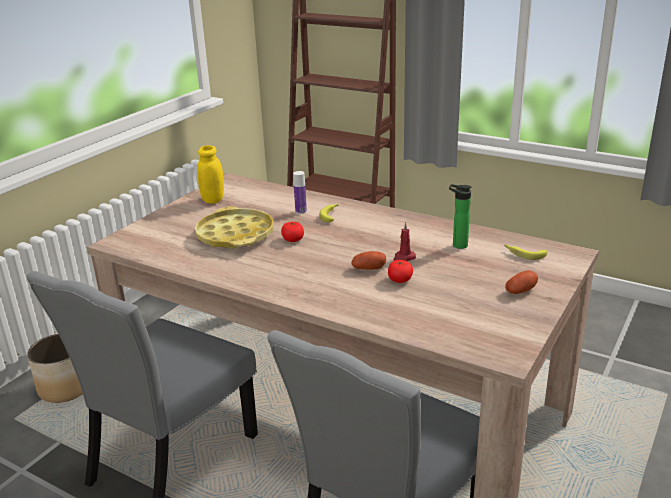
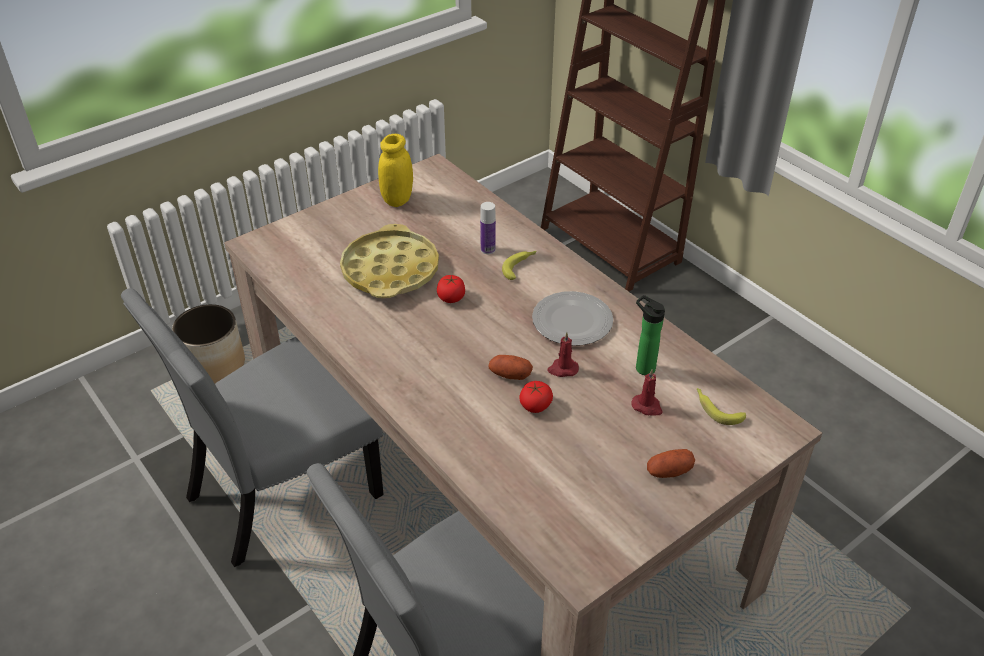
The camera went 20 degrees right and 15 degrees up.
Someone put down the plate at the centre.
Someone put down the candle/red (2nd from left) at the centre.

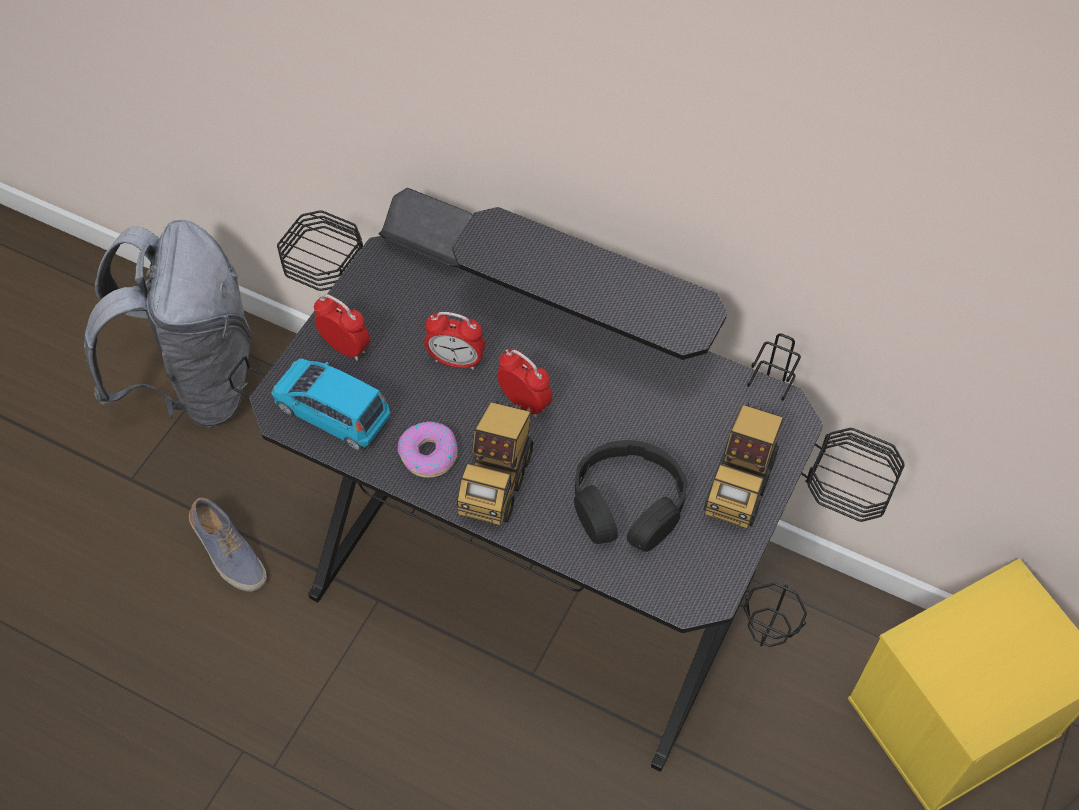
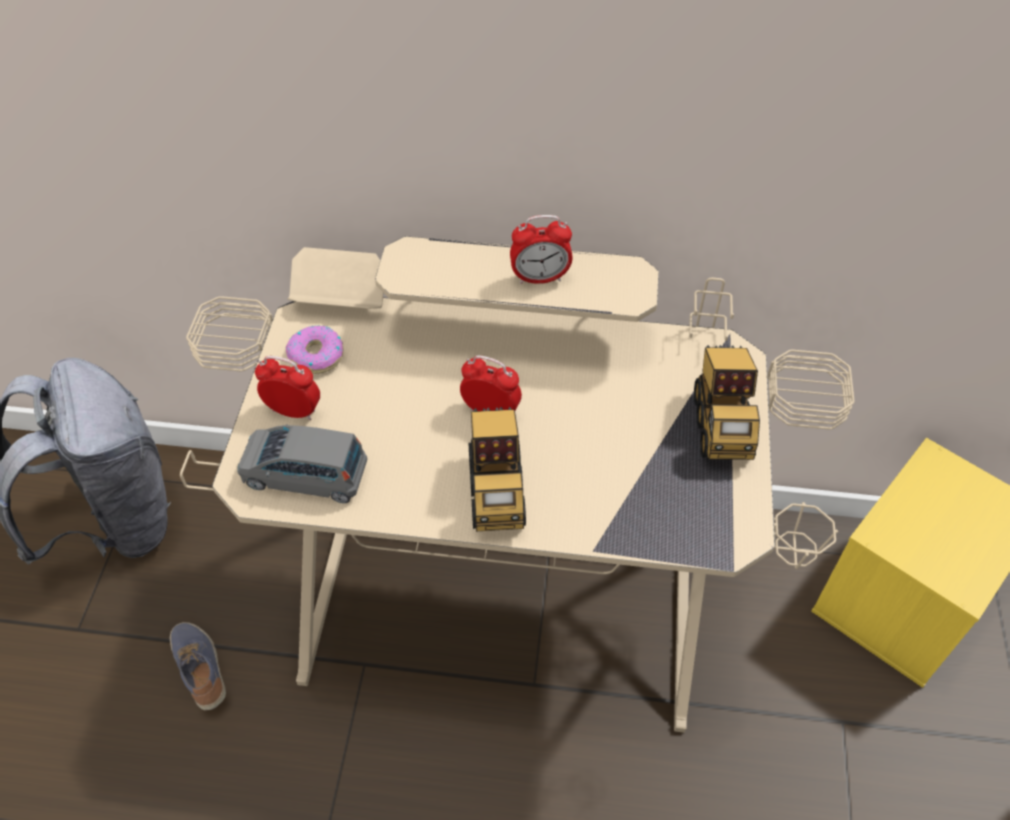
The camera went 20 degrees left and 5 degrees down.
Someone rotated the shoe at the bottom left by 150 degrees counterclockwise.
Someone repainted the desk/black at the centre, which became the desk/beige at the centre.
Someone repainted the toy car/blue at the middle left, which became the toy car/grey at the middle left.
Someone carried the donut from the centre to the middle left.
Someone carried the alarm clock (2nd from left in the first image) from the centre to the top centre.
Someone took away the headphones/black at the centre.

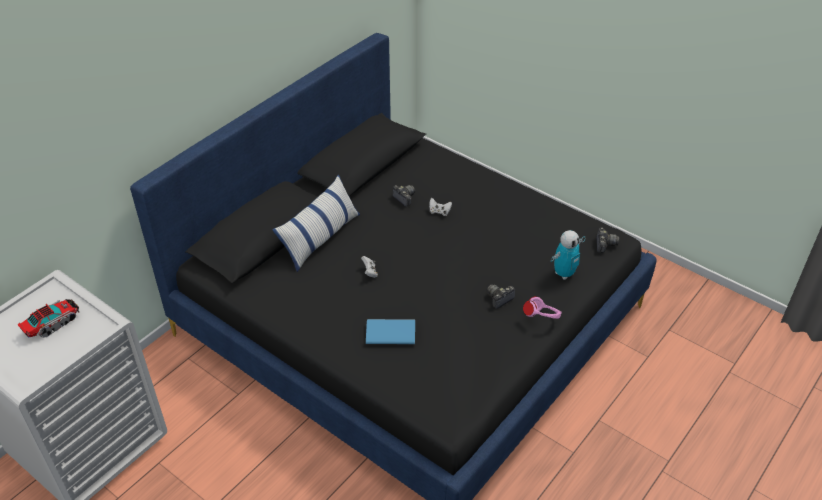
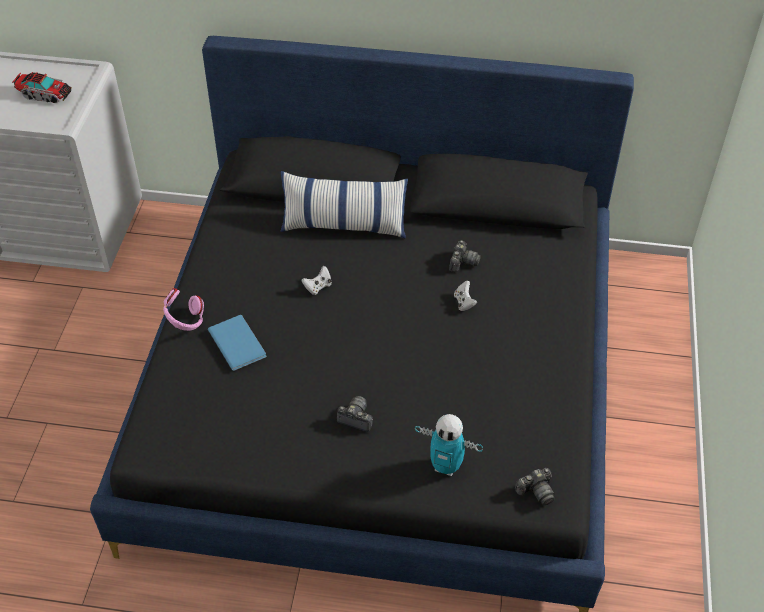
The camera went 60 degrees right and 5 degrees up.
Someone carried the headphones/pink from the centre to the middle left.

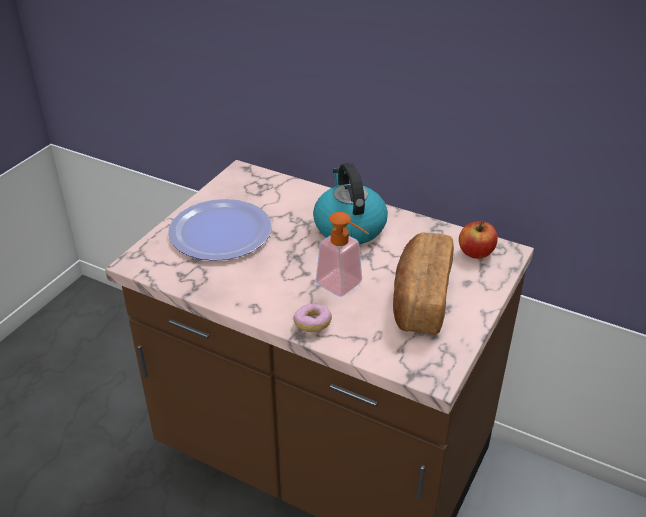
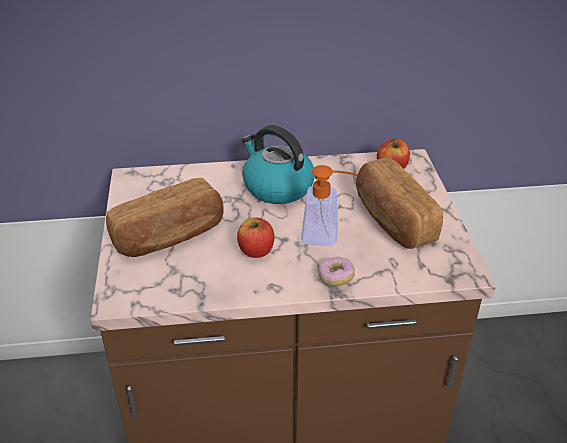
The camera went 35 degrees left and 0 degrees up.
Someone swapped the plate at the centre for the bread (1st from left) at the middle left.
Someone put down the apple (1st from left) at the centre.

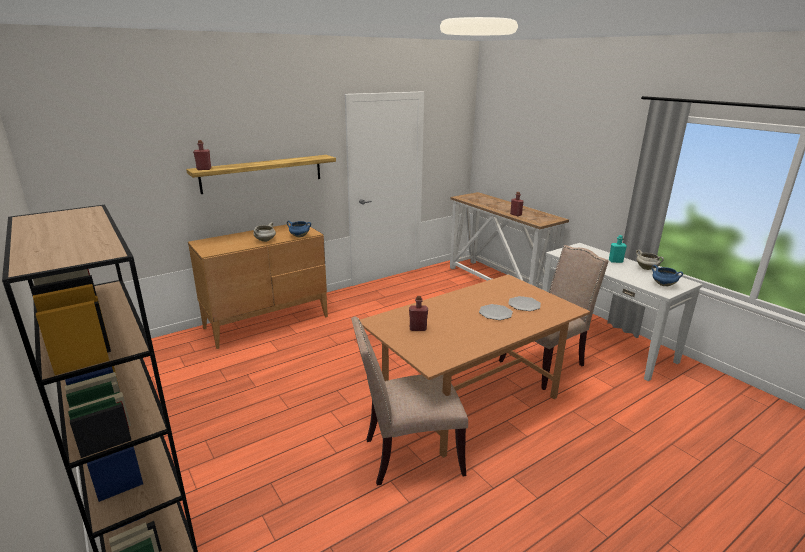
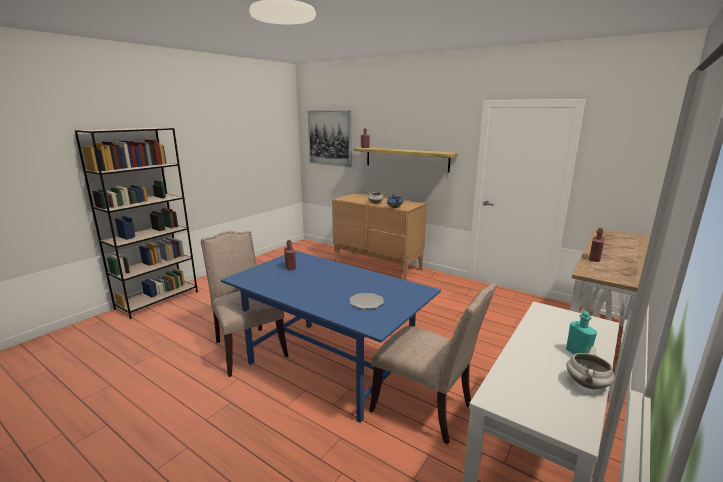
The camera went 70 degrees right and 5 degrees down.
Someone repainted the dining table/brown at the centre, which became the dining table/blue at the bottom centre.
Someone put up the picture at the top centre.
Someone took away the plate (1st from left) at the centre.
Someone took away the cooking pot/blue (2nd from left) at the middle right.

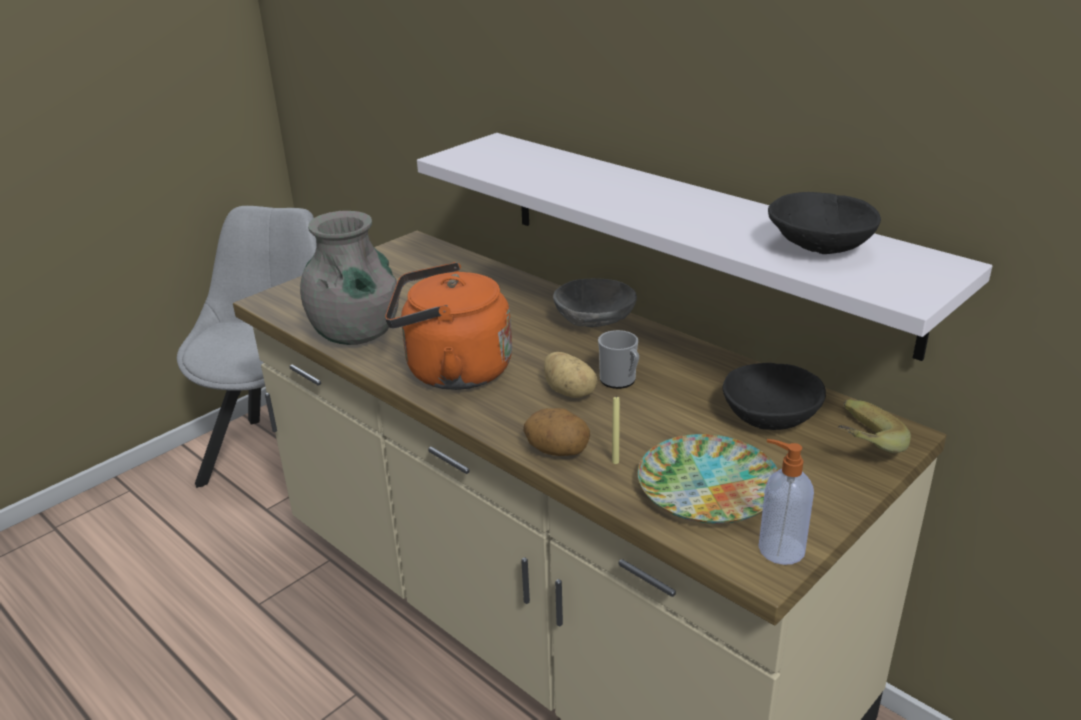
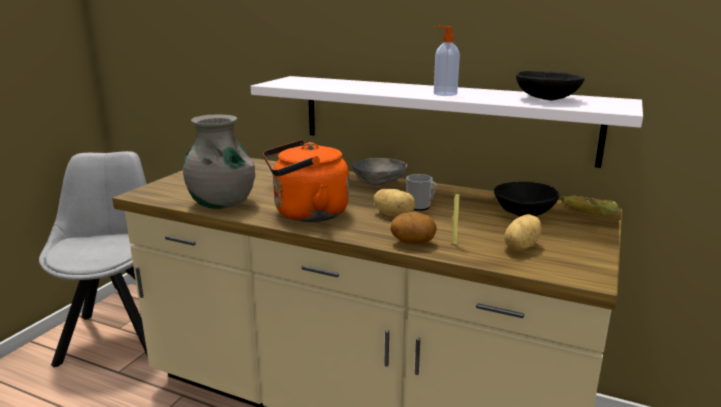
The camera went 20 degrees left and 10 degrees down.
Someone carried the soap dispenser from the bottom right to the top centre.
Someone swapped the plate at the centre for the potato (3rd from left) at the middle right.

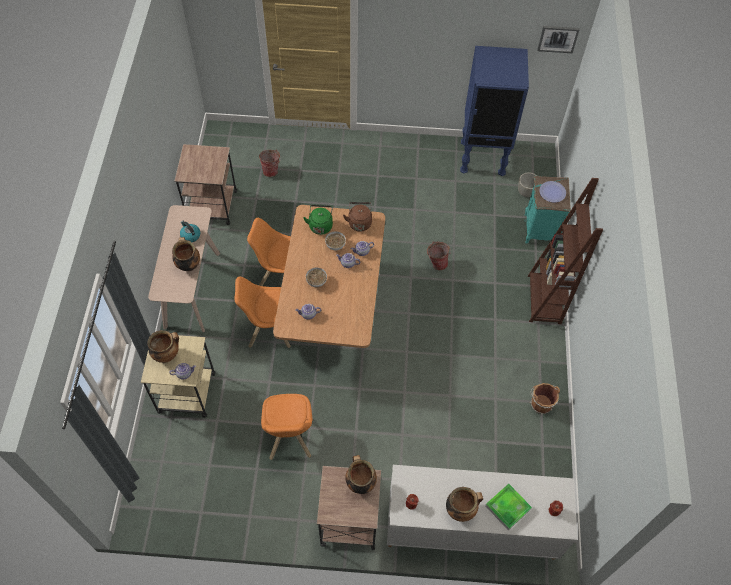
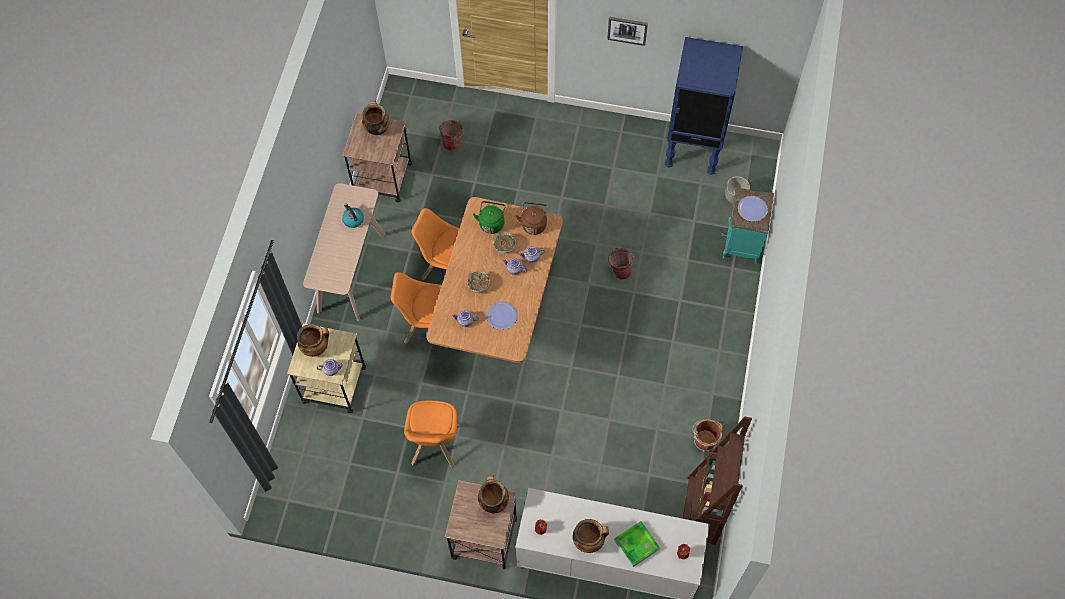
The camera went 10 degrees right and 5 degrees up.
Someone carried the cooking pot (2nd from left) from the middle left to the top centre.
Someone put down the plate (1st from left) at the centre.
Someone carried the picture from the top right to the top centre.
Someone carried the bookcase/brown from the middle right to the bottom right.

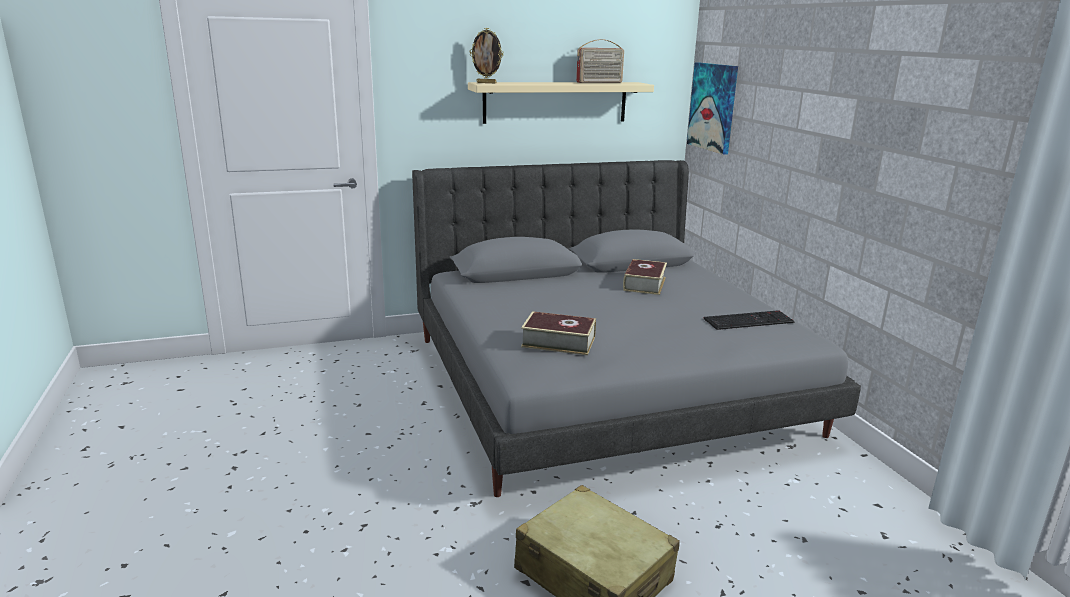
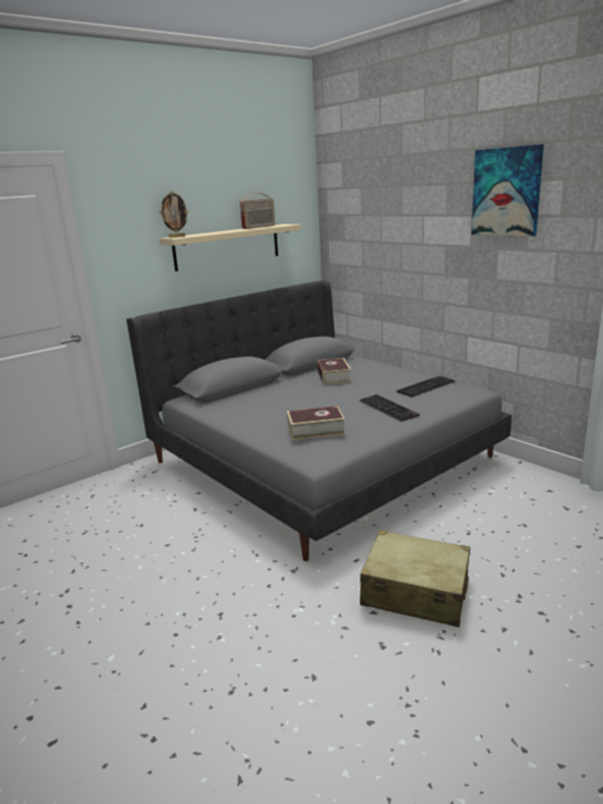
The camera went 20 degrees left and 0 degrees up.
Someone put down the keyboard (1st from left) at the centre.
Someone carried the picture from the top centre to the top right.

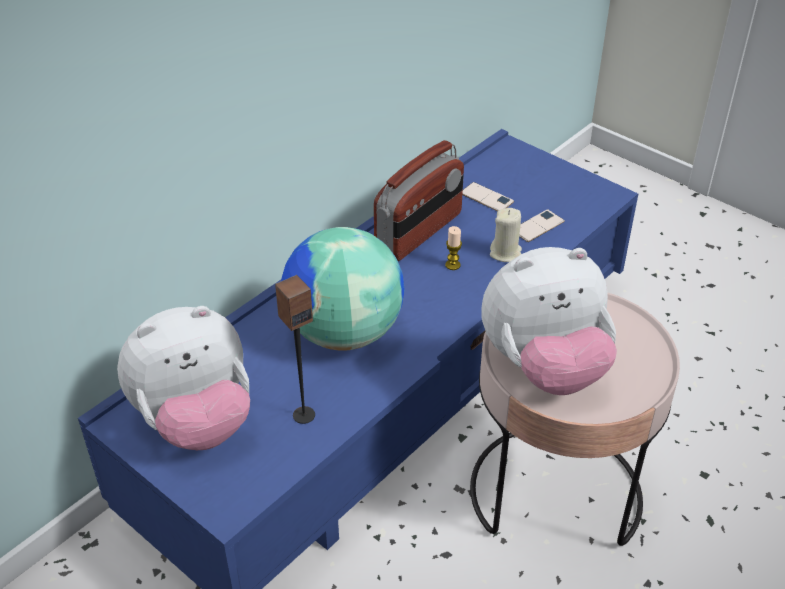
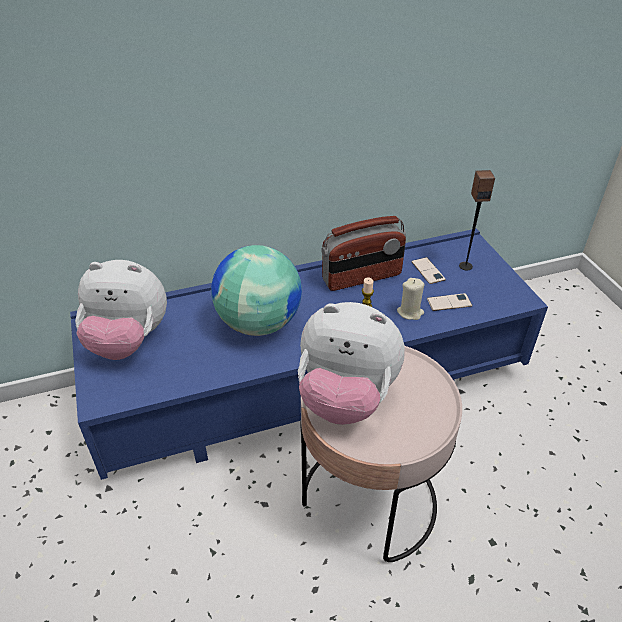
The camera went 30 degrees right and 0 degrees up.
Someone carried the speaker from the centre to the middle right.

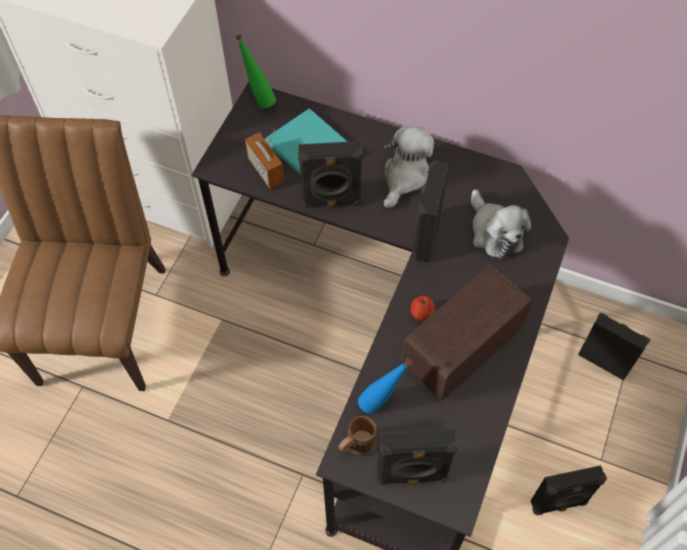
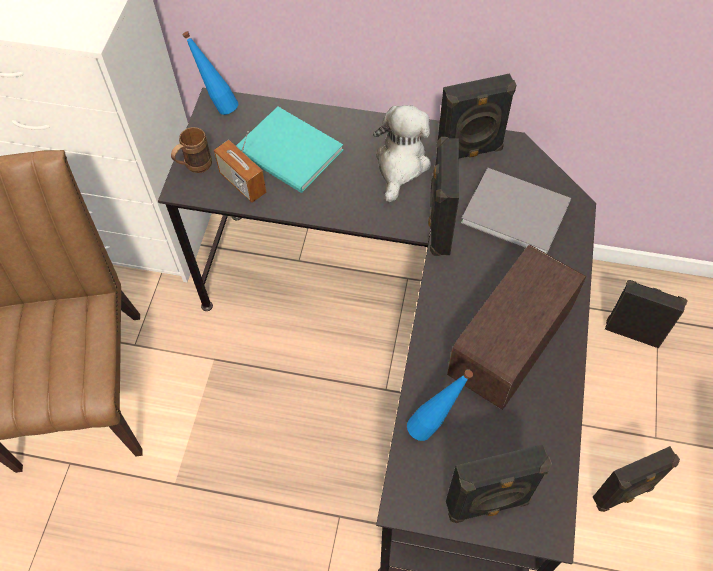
The camera went 10 degrees left and 0 degrees up.
Someone carried the mug/brown from the bottom centre to the top left.
Someone repainted the bottle/green at the top centre, which became the bottle/blue (1st from left) at the top left.
Someone carried the speaker/black (1st from left in the first image) from the top centre to the top right.
Someone swapped the plush toy (2nd from left) at the middle right for the book/grey at the middle right.
Someone took away the apple at the centre.

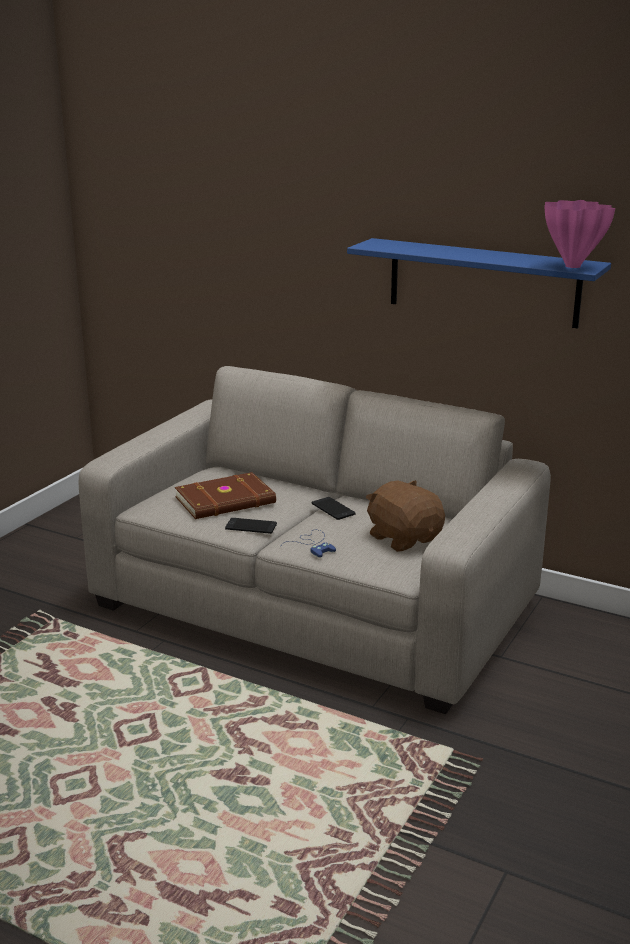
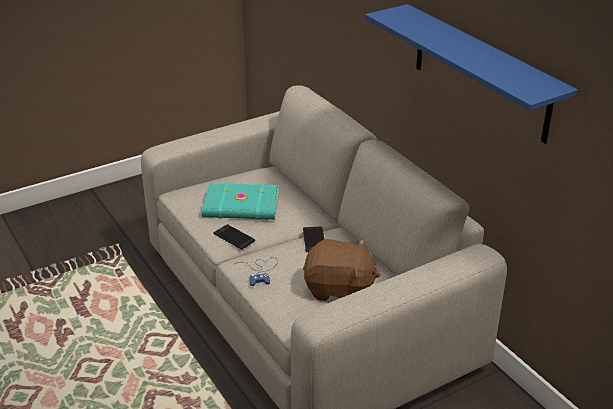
The camera went 30 degrees right and 10 degrees up.
Someone repainted the book/brown at the centre, which became the book/turquoise at the centre.
Someone rotated the plush toy/brown at the centre by 105 degrees clockwise.
Someone took away the vase/pink at the top right.

